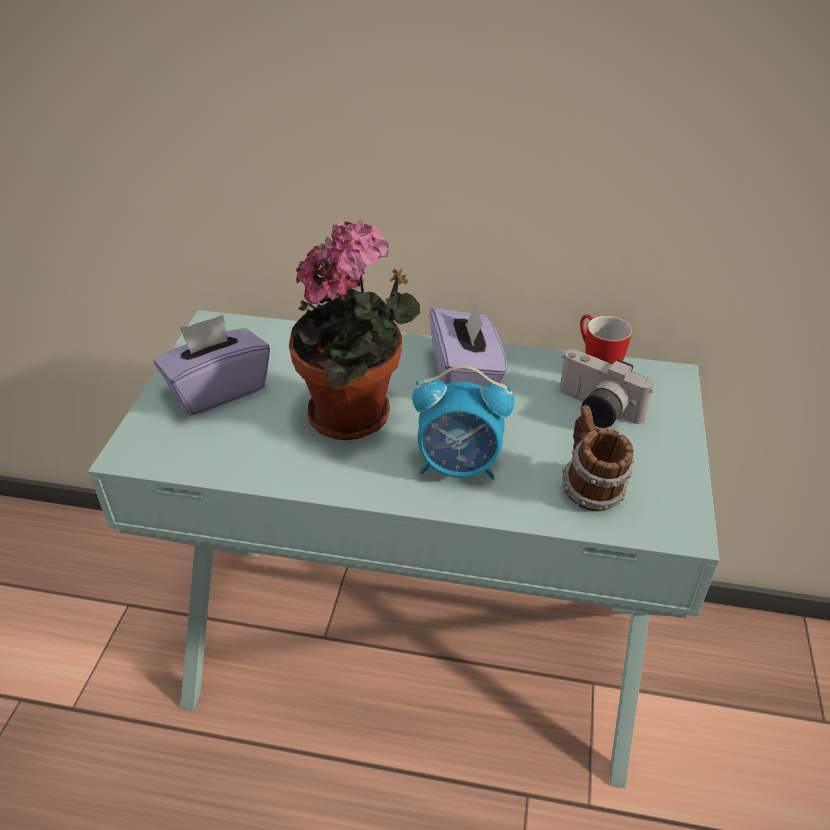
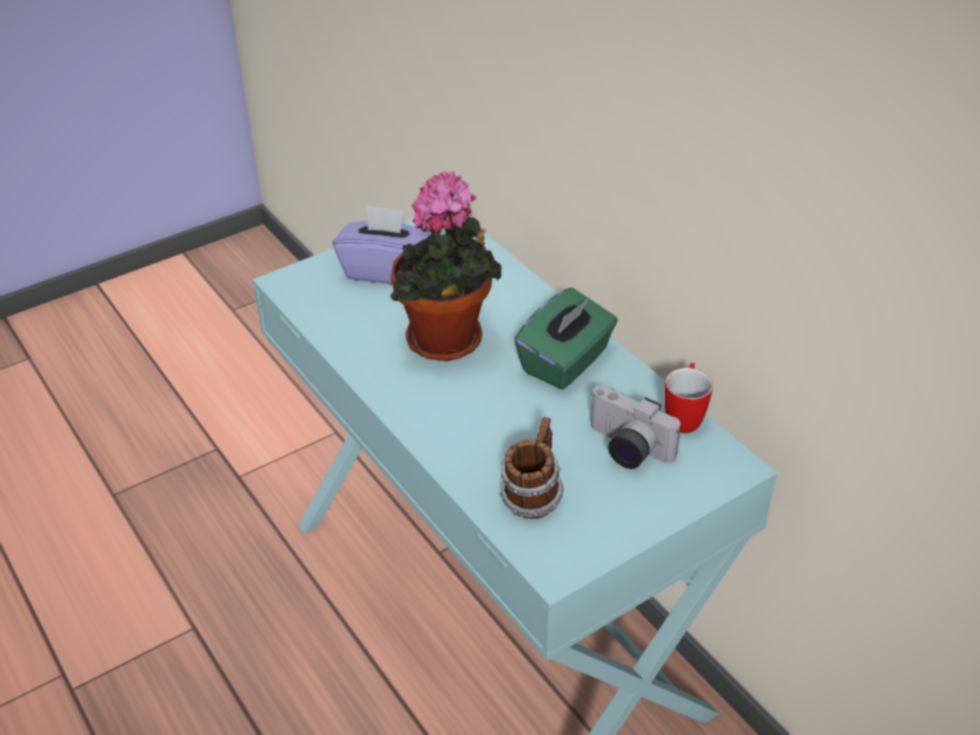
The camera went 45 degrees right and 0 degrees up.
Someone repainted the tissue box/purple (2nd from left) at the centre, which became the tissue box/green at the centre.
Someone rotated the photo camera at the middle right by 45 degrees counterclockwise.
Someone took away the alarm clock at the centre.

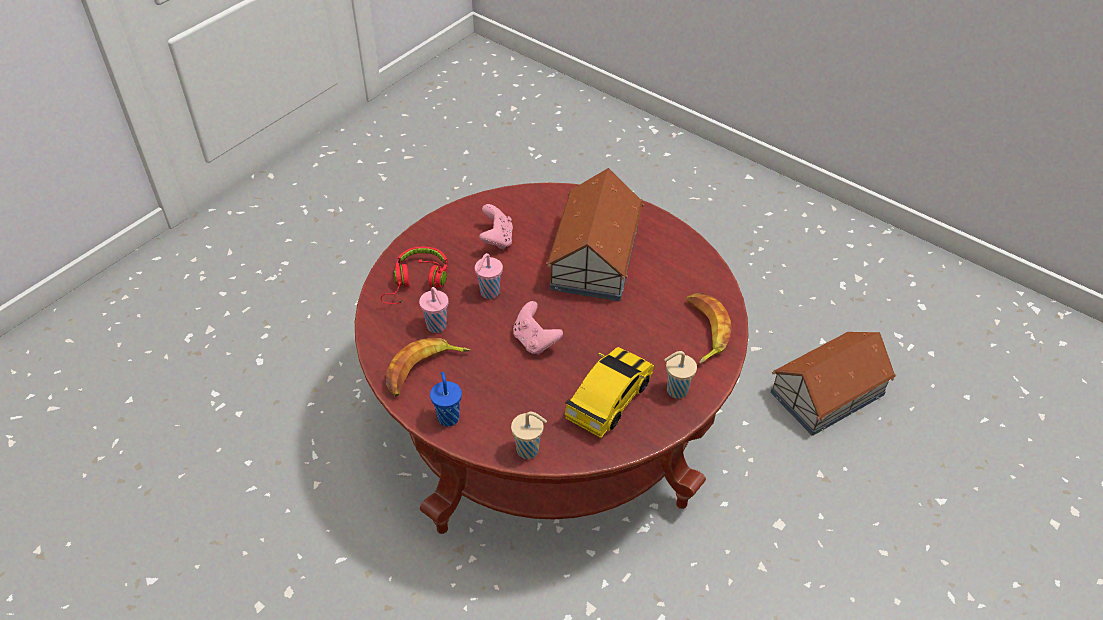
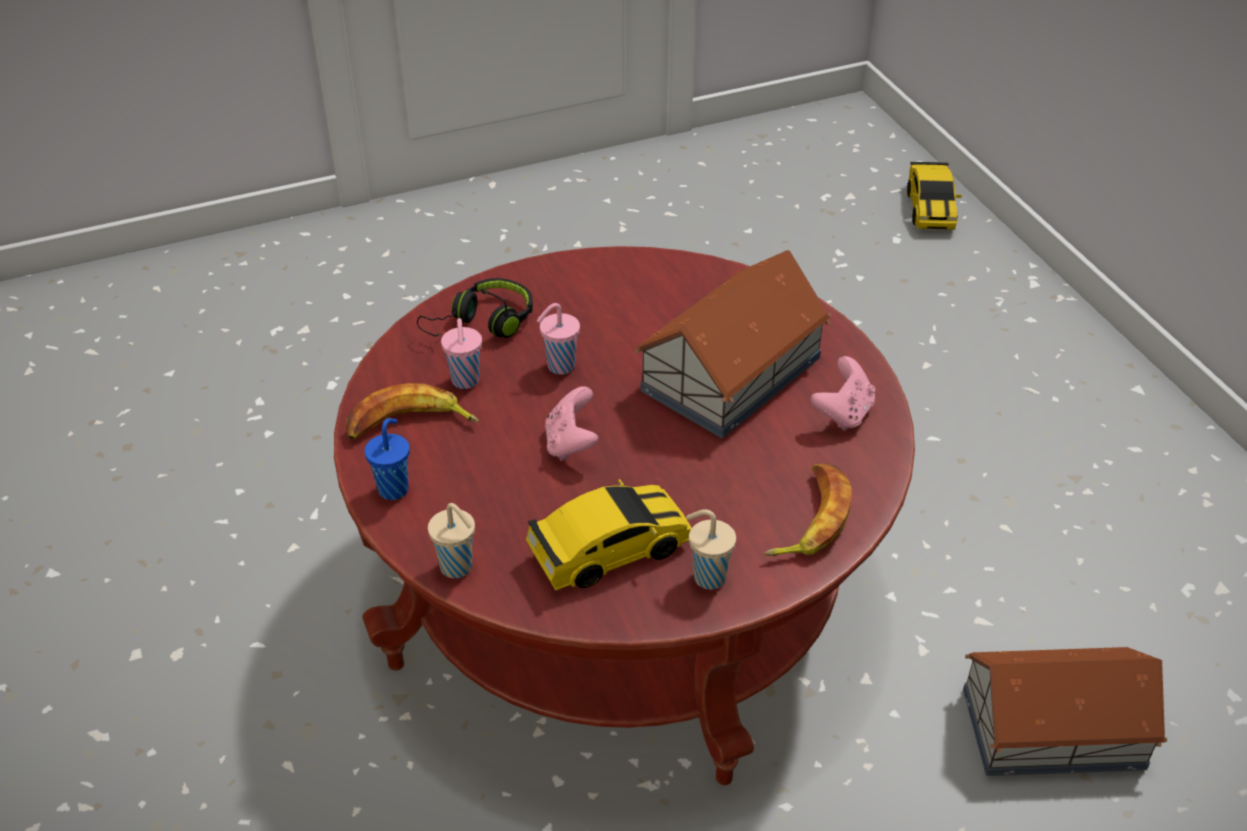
The camera went 30 degrees right and 5 degrees down.
Someone repainted the headphones/red at the centre, which became the headphones/black at the centre.
Someone carried the game controller/pink (1st from left in the first image) from the centre to the middle right.
Someone put down the toy car (2nd from left) at the top right.

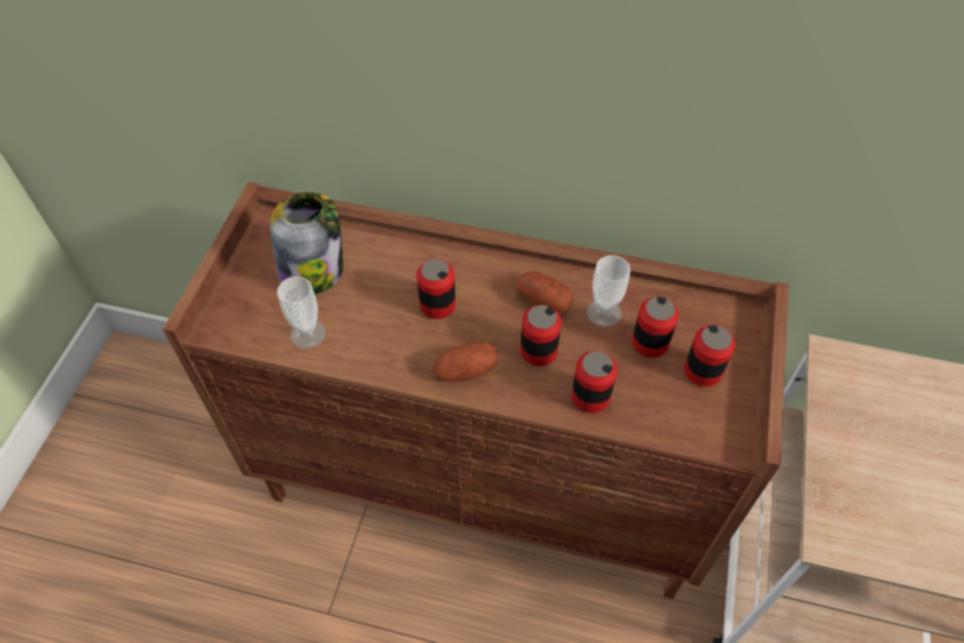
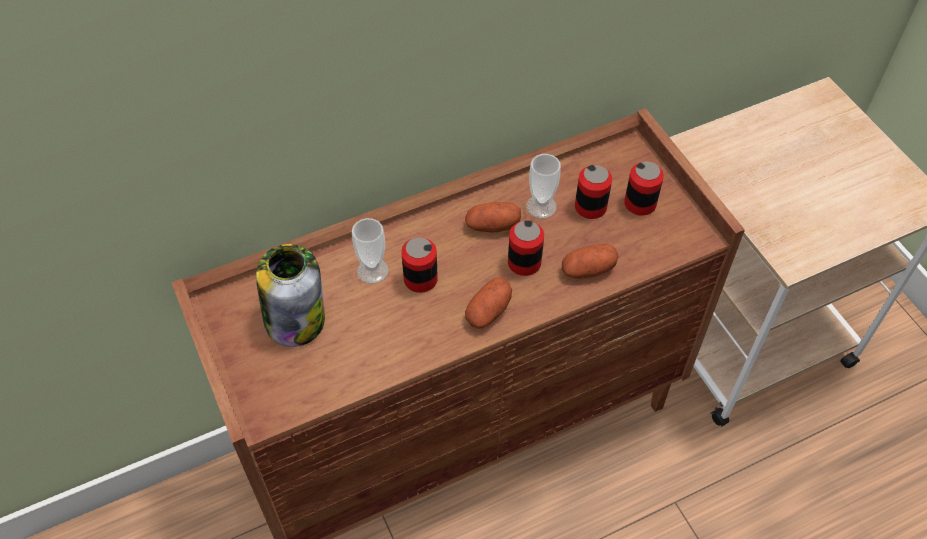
The camera went 40 degrees left and 0 degrees up.
Someone carried the cup (1st from left) from the middle left to the centre.
Someone swapped the can (3rd from left) at the centre for the potato (3rd from left) at the centre.

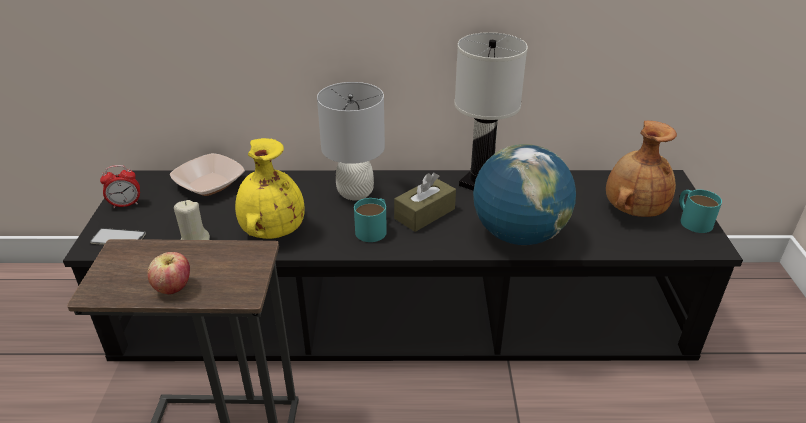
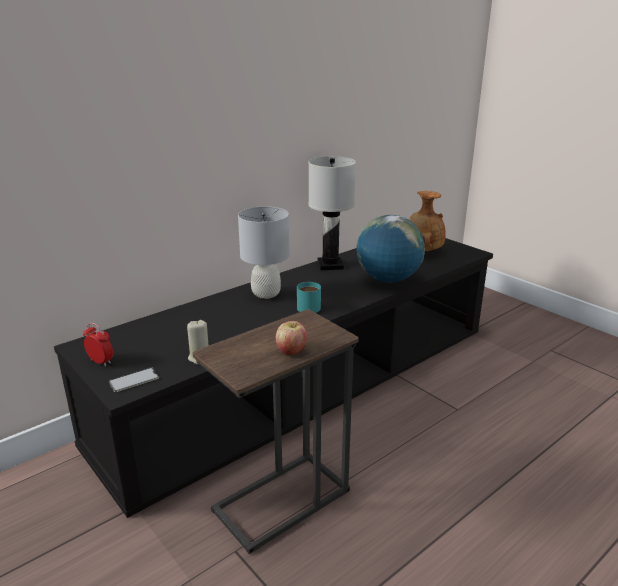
The camera went 40 degrees left and 10 degrees down.
Someone rotated the alarm clock at the middle left by 90 degrees counterclockwise.
Someone took away the bowl at the middle left.
Someone took away the vase/yellow at the centre.
Someone took away the tissue box/brown at the centre.
Someone took away the mug/turquoise (2nd from left) at the middle right.

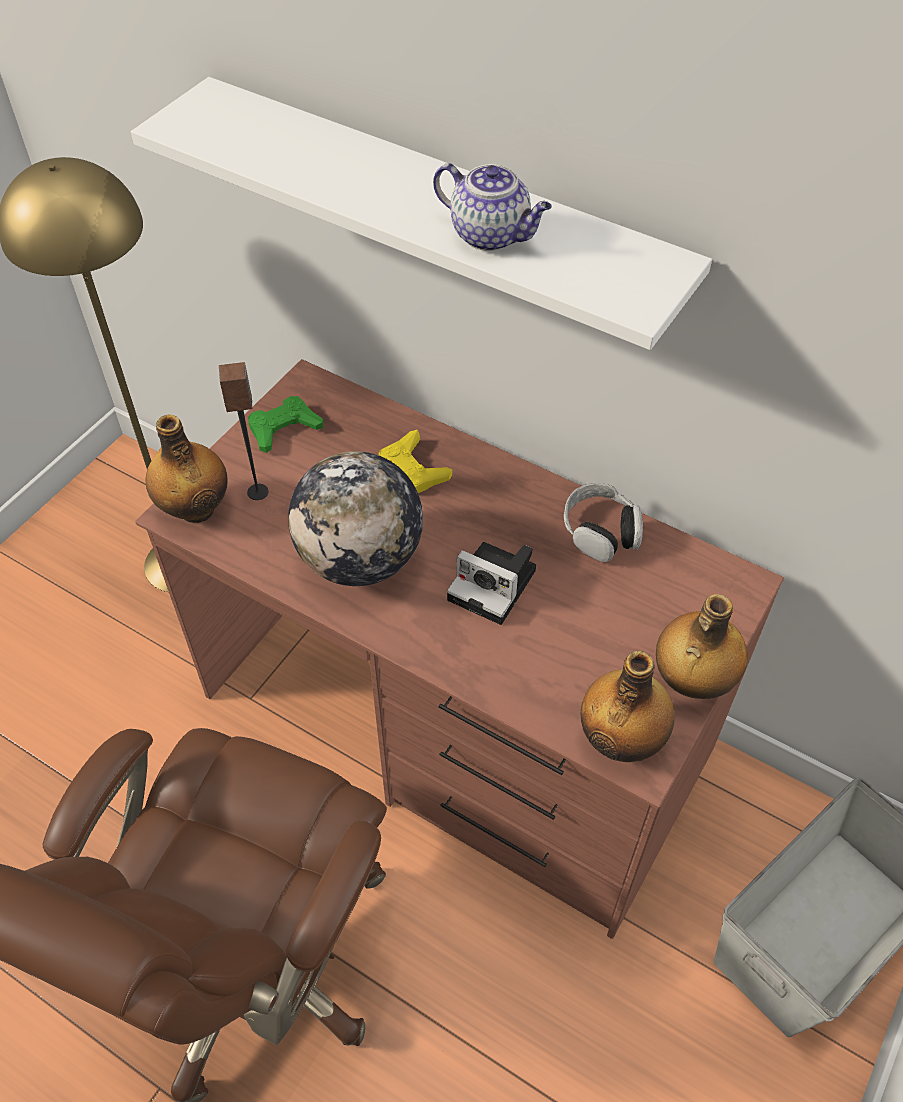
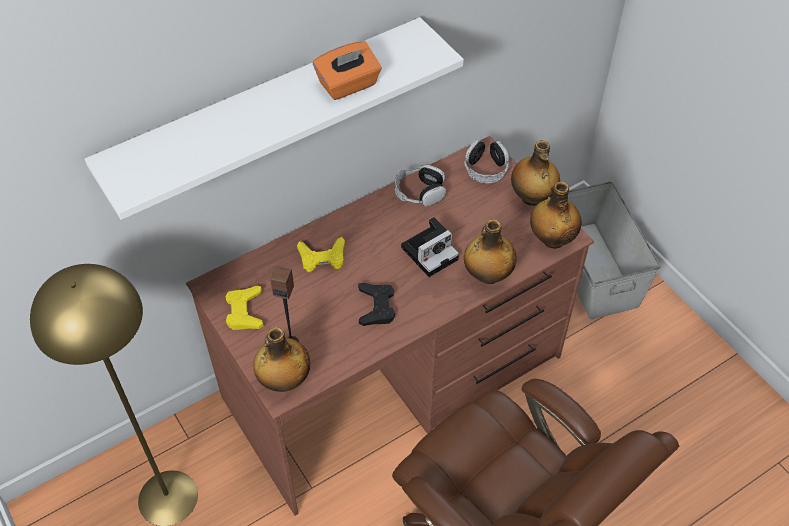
The camera went 65 degrees left and 0 degrees up.
Someone repainted the game controller/green at the middle left, which became the game controller/yellow (1st from left) at the middle left.
Someone swapped the teapot at the top centre for the tissue box/orange at the top centre.
Someone swapped the globe at the centre for the game controller/black at the centre.
Someone put down the headphones (2nd from left) at the top centre.
Someone put down the bottle (2nd from left) at the centre.

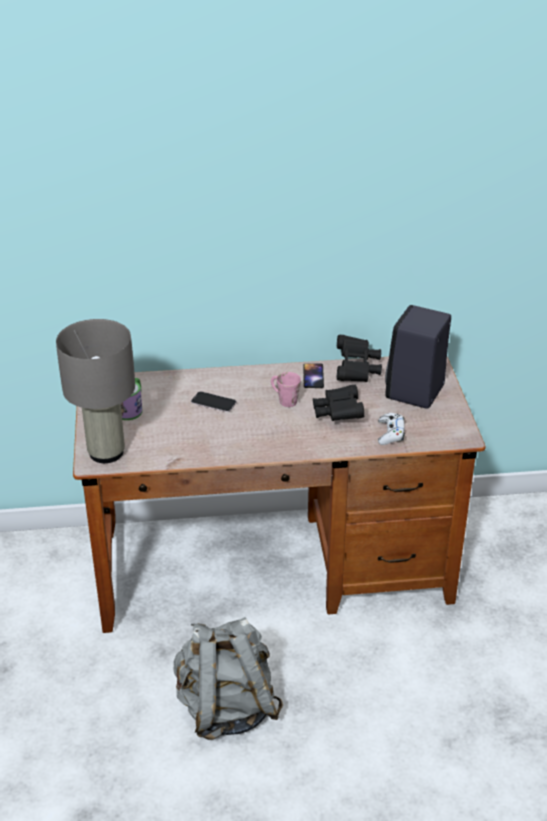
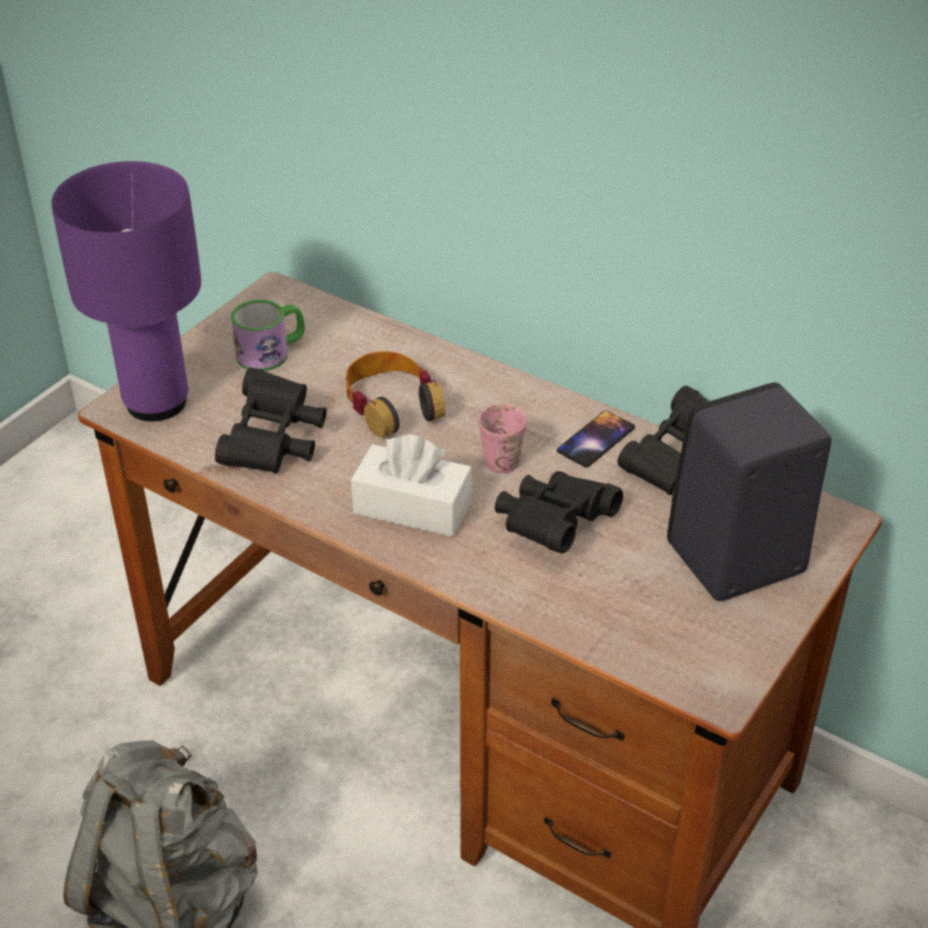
The camera went 40 degrees right and 5 degrees up.
Someone repainted the table lamp/grey at the middle left, which became the table lamp/purple at the top left.
Someone put down the binoculars/black (1st from left) at the middle left.
Someone swapped the phone (1st from left) at the centre for the headphones at the centre.
Someone put down the tissue box/white at the centre.
Someone took away the game controller/white at the middle right.

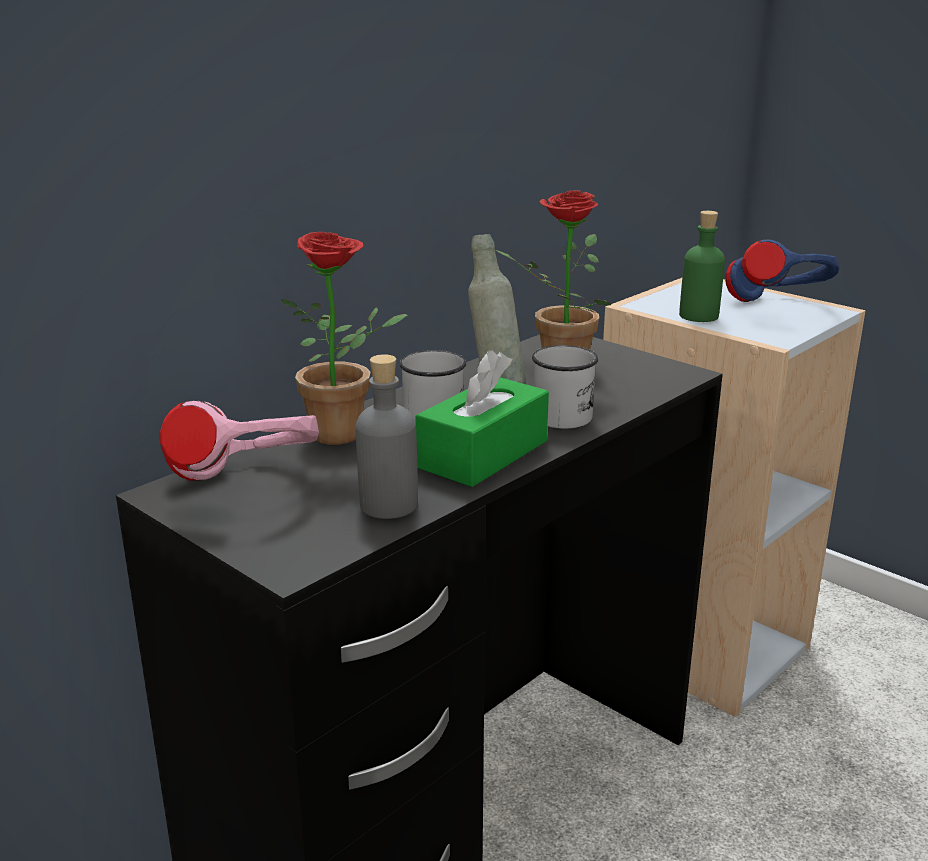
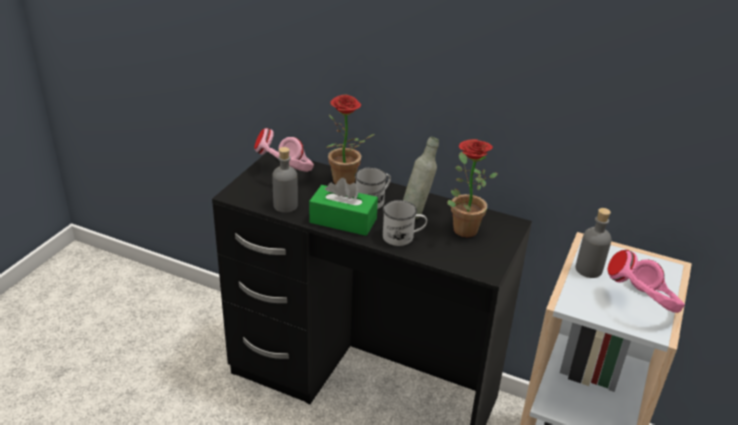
The camera went 70 degrees right and 10 degrees up.
Someone repainted the bottle/green at the top right, which became the bottle/grey (3rd from left) at the middle right.
Someone repainted the headphones/blue at the top right, which became the headphones/pink (2nd from left) at the middle right.

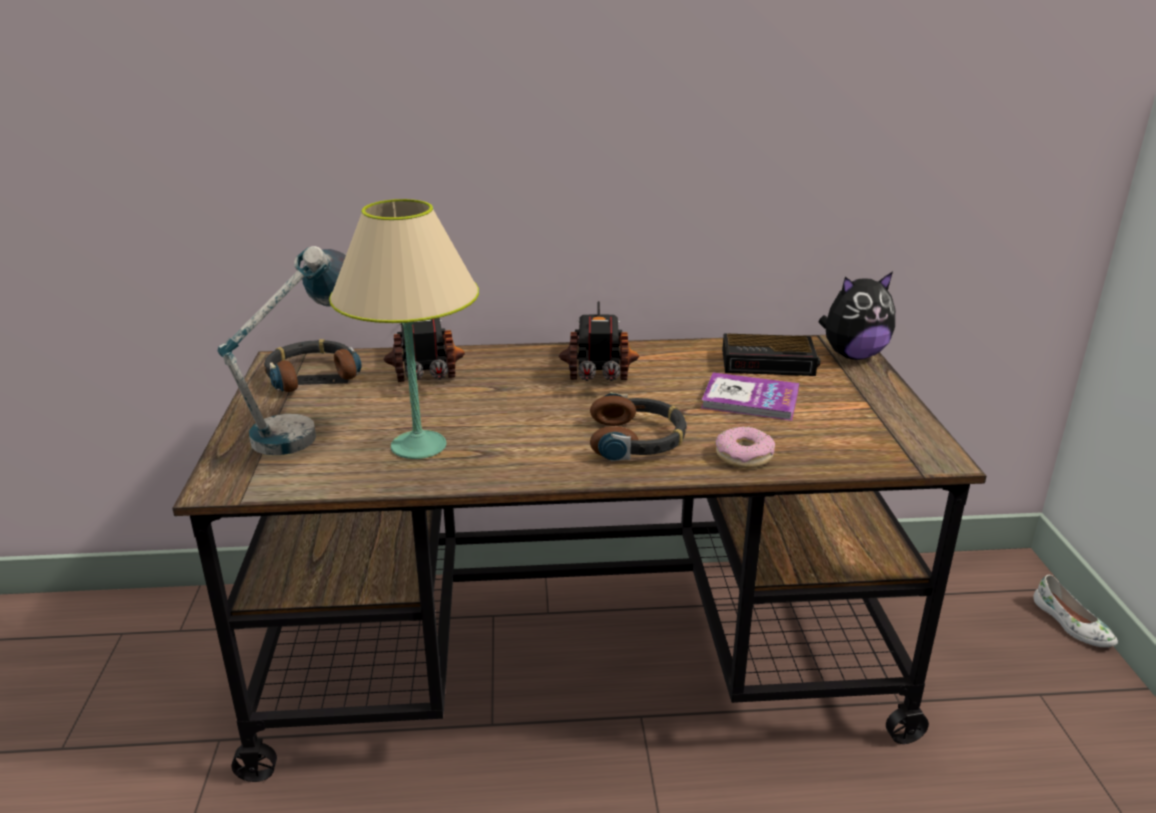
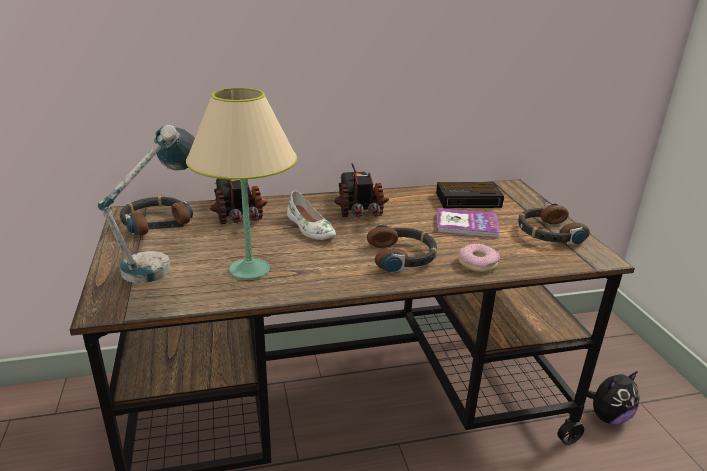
The camera went 10 degrees left and 0 degrees up.
Someone carried the shoe/white from the bottom right to the centre.
Someone put down the headphones (3rd from left) at the middle right.
Someone carried the plush toy from the middle right to the bottom right.

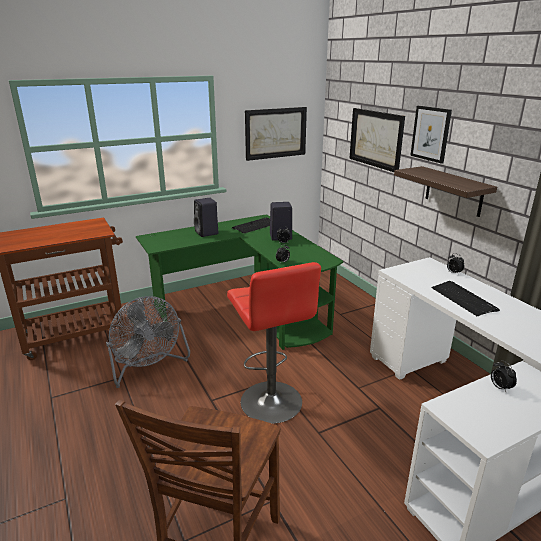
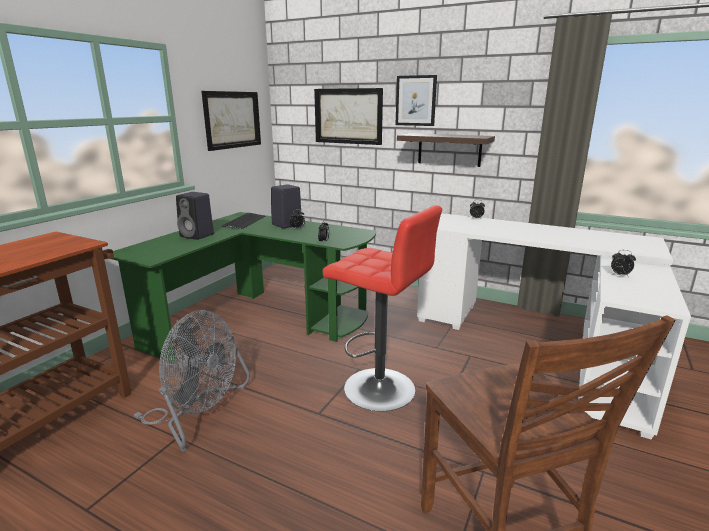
The camera went 35 degrees left and 5 degrees down.
Someone took away the keyboard (2nd from left) at the middle right.

